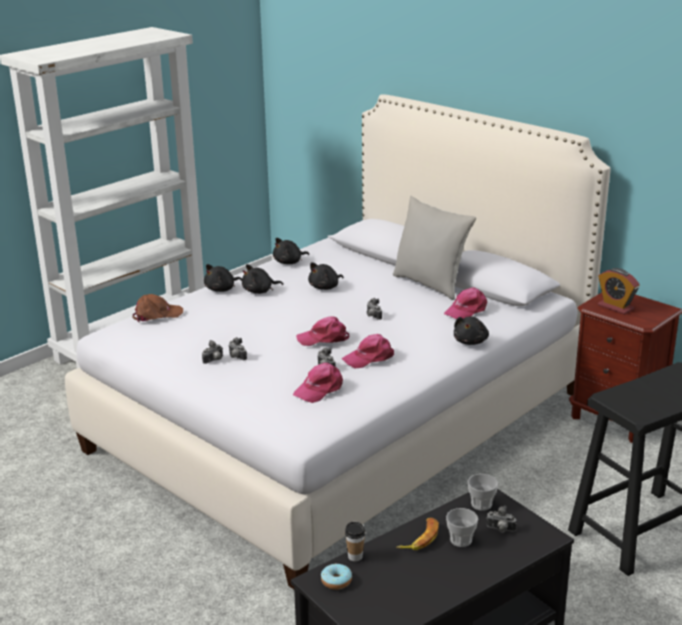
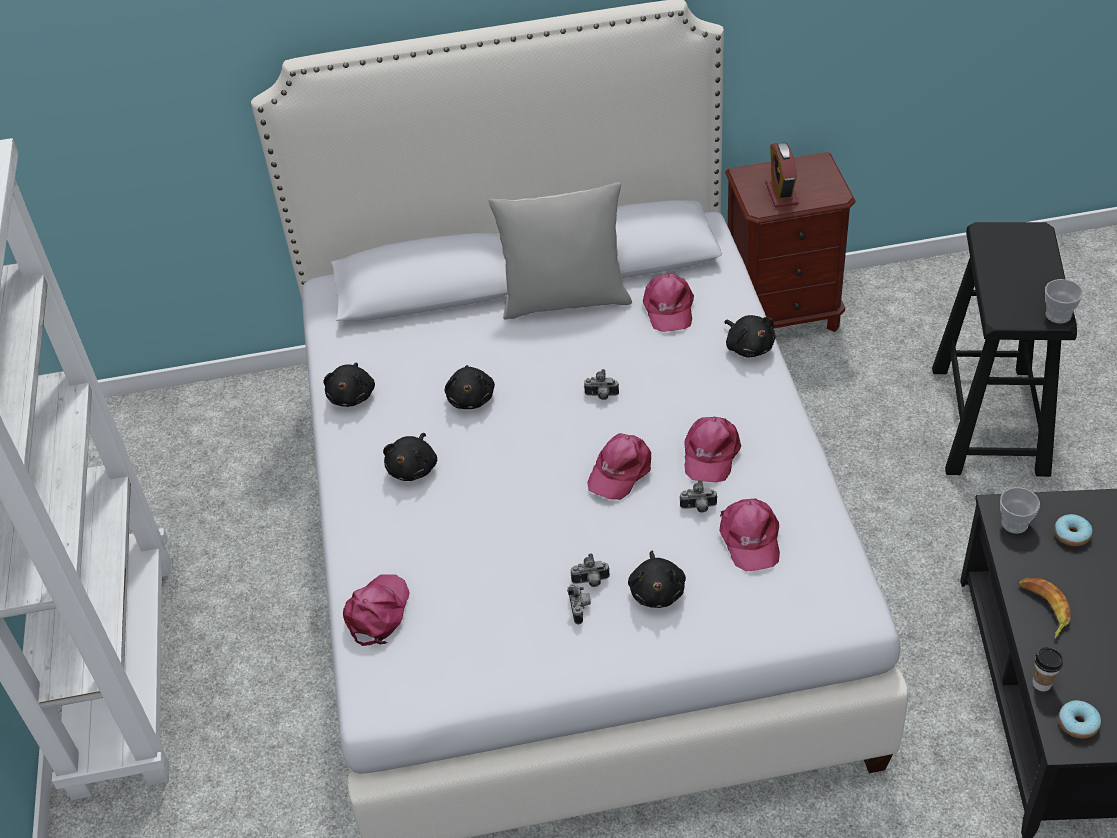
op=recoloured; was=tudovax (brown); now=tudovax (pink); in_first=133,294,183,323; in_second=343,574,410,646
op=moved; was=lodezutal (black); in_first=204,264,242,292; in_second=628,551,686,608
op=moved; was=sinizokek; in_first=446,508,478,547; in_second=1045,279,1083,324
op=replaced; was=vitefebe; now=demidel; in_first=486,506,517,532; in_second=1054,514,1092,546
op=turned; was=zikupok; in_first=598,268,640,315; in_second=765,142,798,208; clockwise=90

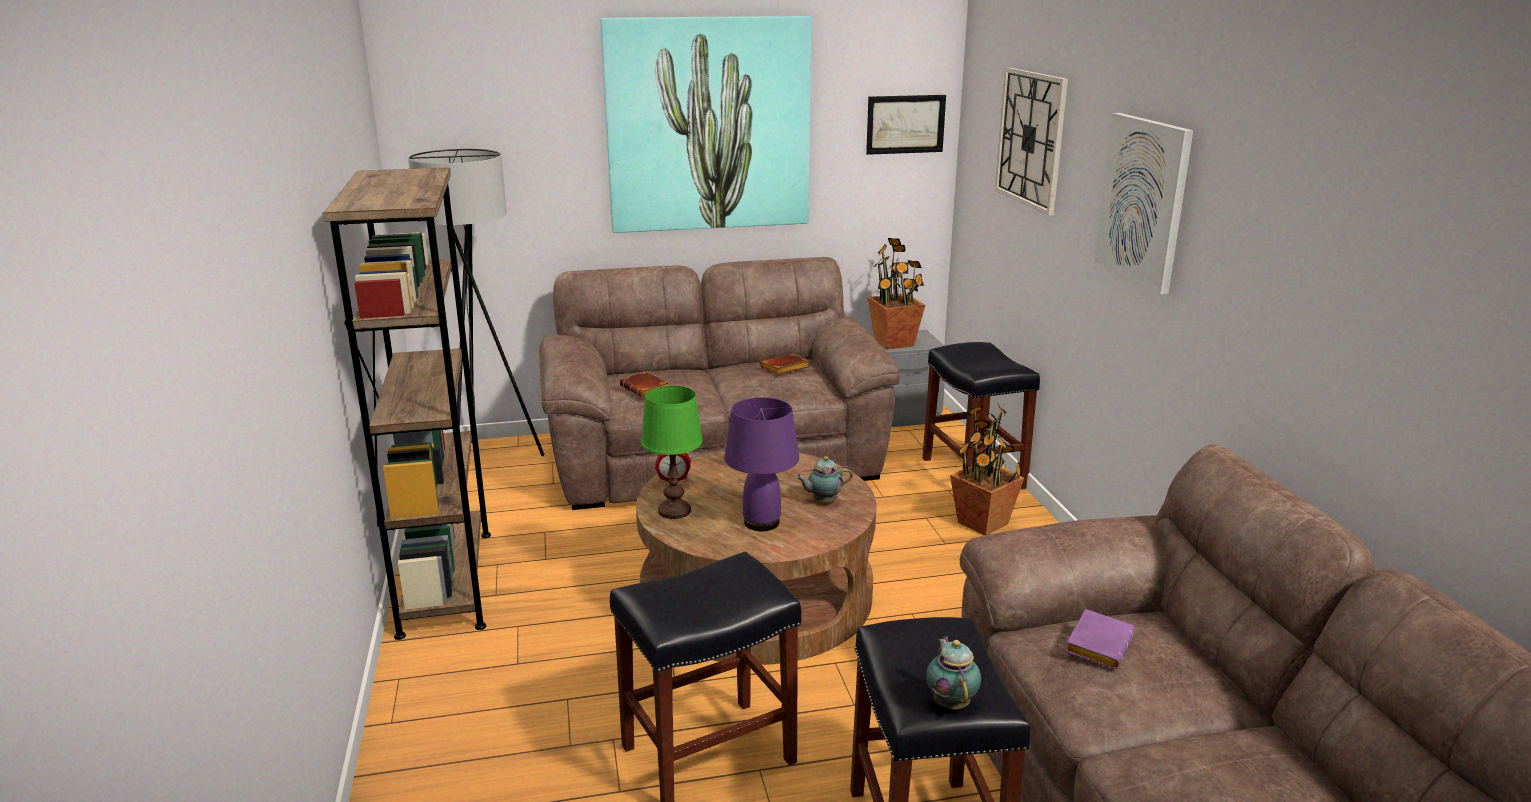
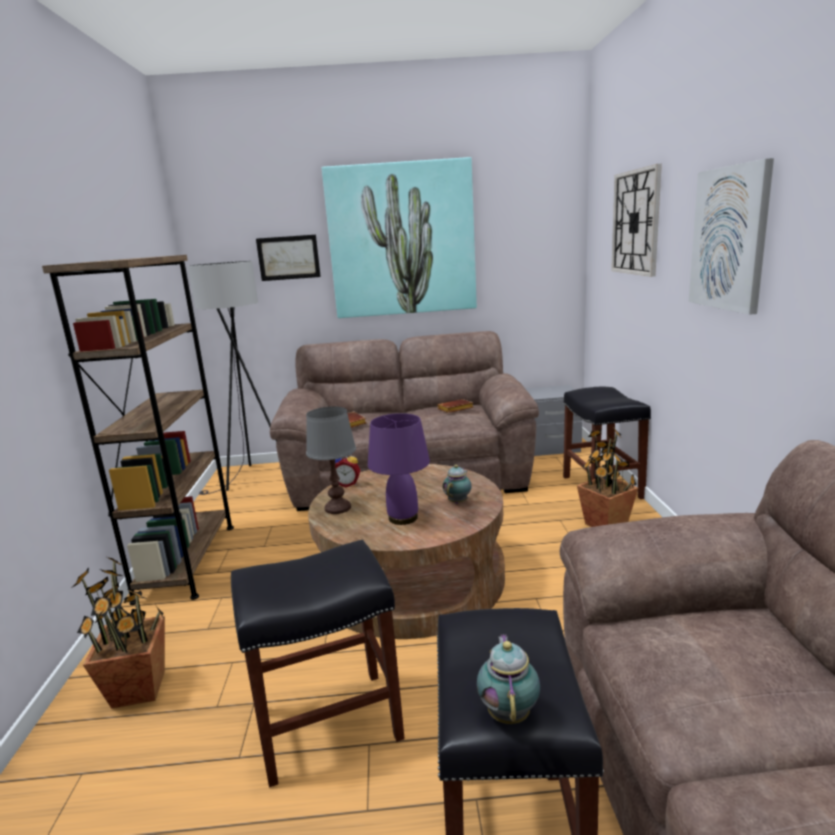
op=recoloured; was=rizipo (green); now=rizipo (grey); in_first=641,386,703,519; in_second=306,406,356,514
op=turned; was=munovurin; in_first=796,456,853,502; in_second=443,465,472,504; clockwise=120
op=moved; was=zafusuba; in_first=866,95,946,155; in_second=256,235,321,281
op=moved; was=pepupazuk; in_first=868,238,925,349; in_second=73,557,166,709
op=removed; was=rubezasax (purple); in_first=1065,609,1135,669

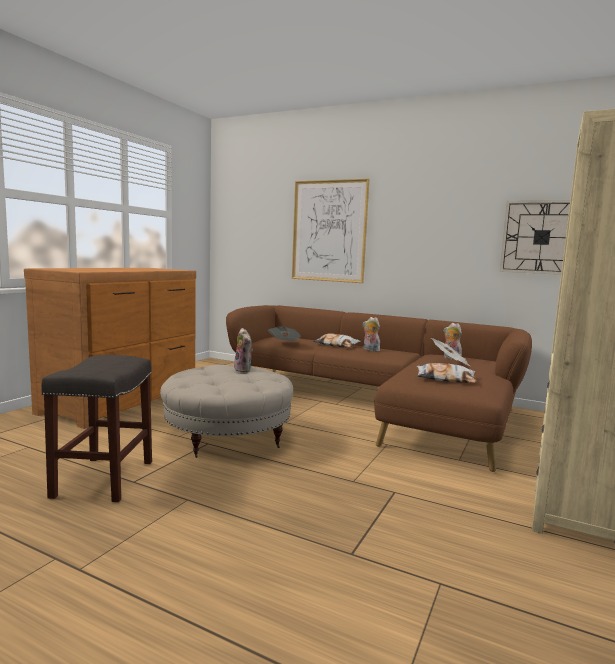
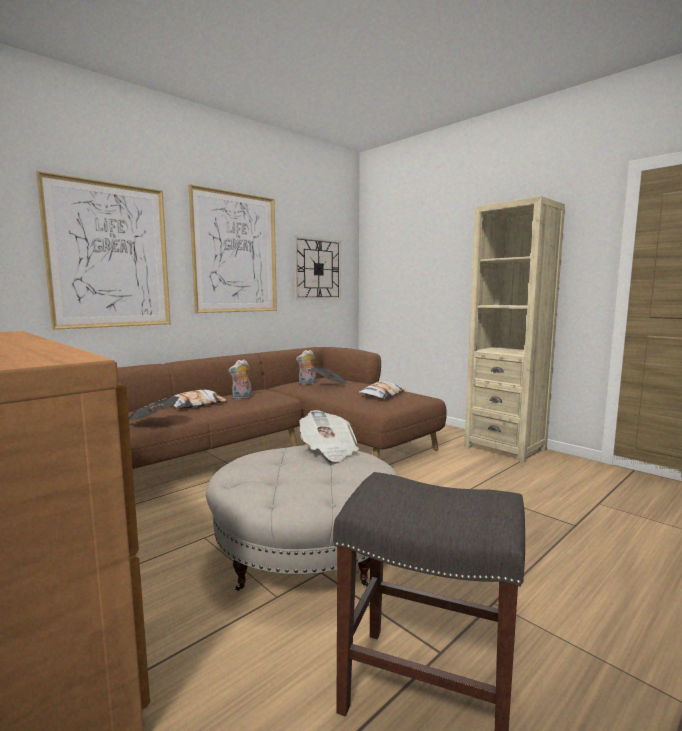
op=removed; was=lodezutal; in_first=234,328,253,372
op=added; now=zafusuba; in_second=189,184,277,313
op=added; now=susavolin; in_second=299,410,359,462

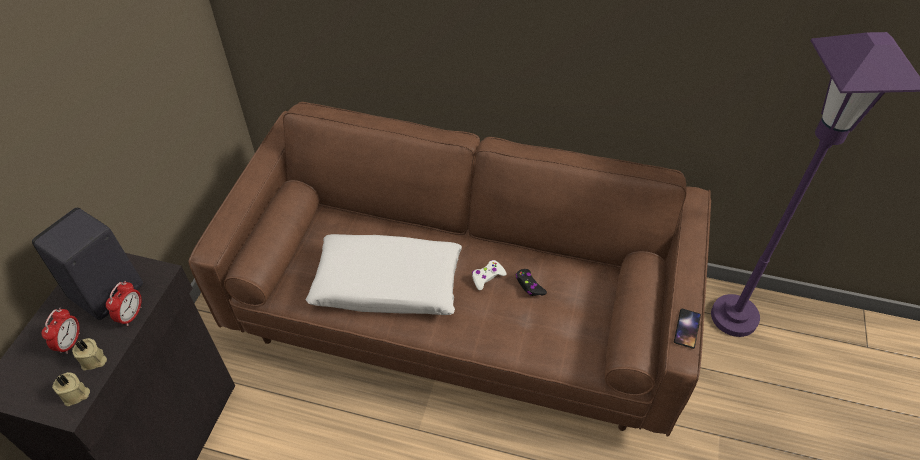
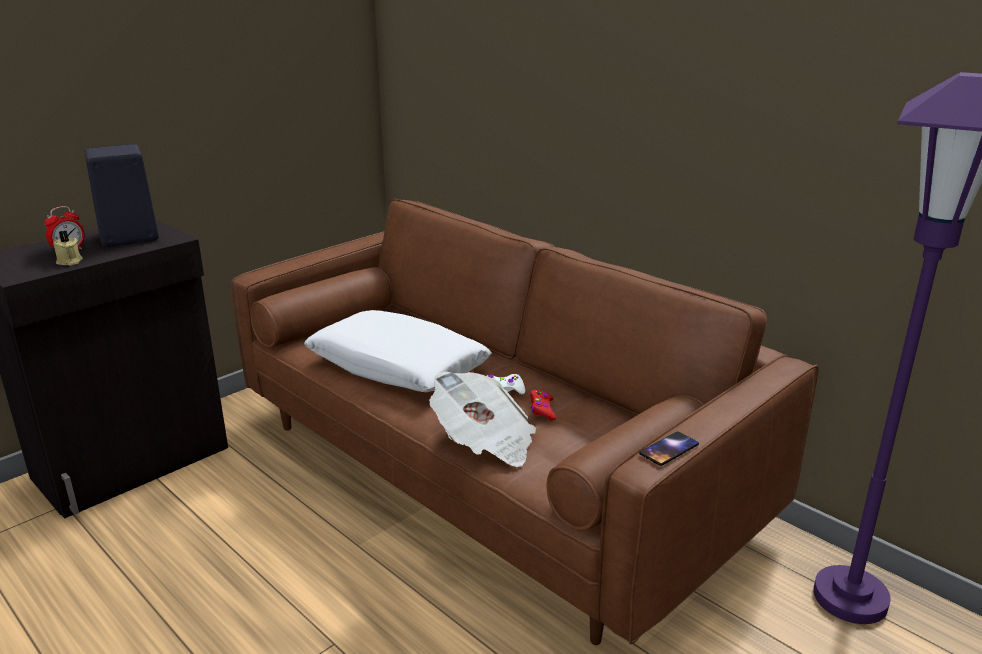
op=removed; was=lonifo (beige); in_first=52,372,90,406
op=removed; was=zikupok; in_first=106,281,142,326
op=recoloured; was=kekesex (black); now=kekesex (red); in_first=516,269,547,296; in_second=530,390,556,421
op=added; now=susavolin; in_second=429,371,536,467

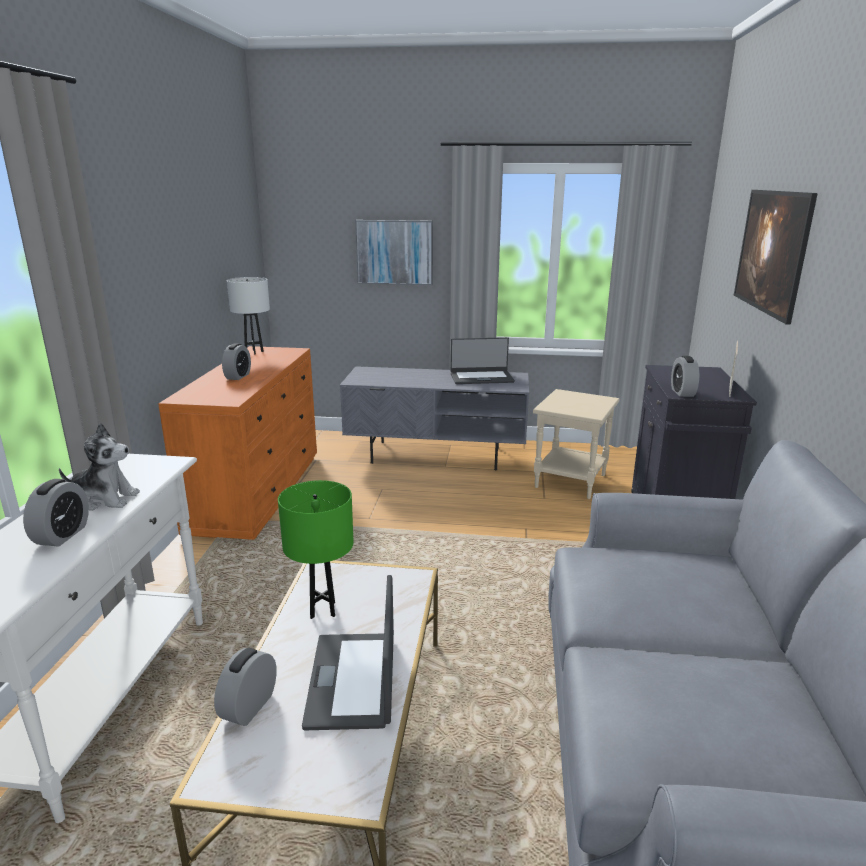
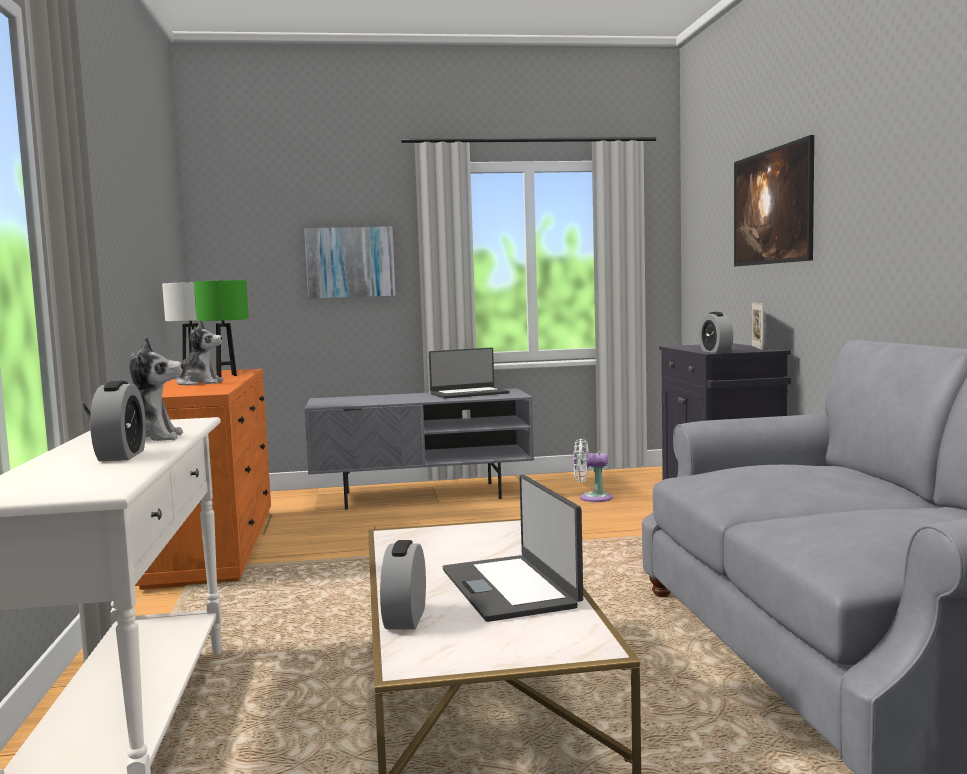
op=replaced; was=zikupok; now=lodezutal; in_first=222,343,251,380; in_second=175,320,223,385
op=moved; was=rizipo (green); in_first=278,480,354,619; in_second=194,280,249,377
op=replaced; was=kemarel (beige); now=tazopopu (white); in_first=533,389,619,499; in_second=573,439,613,502

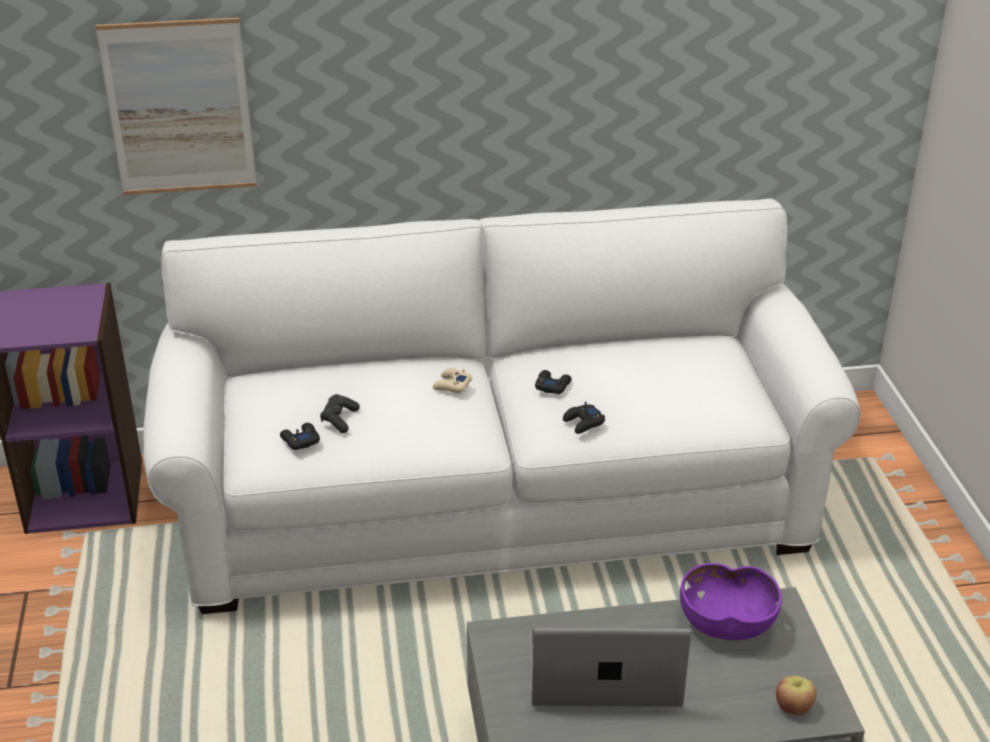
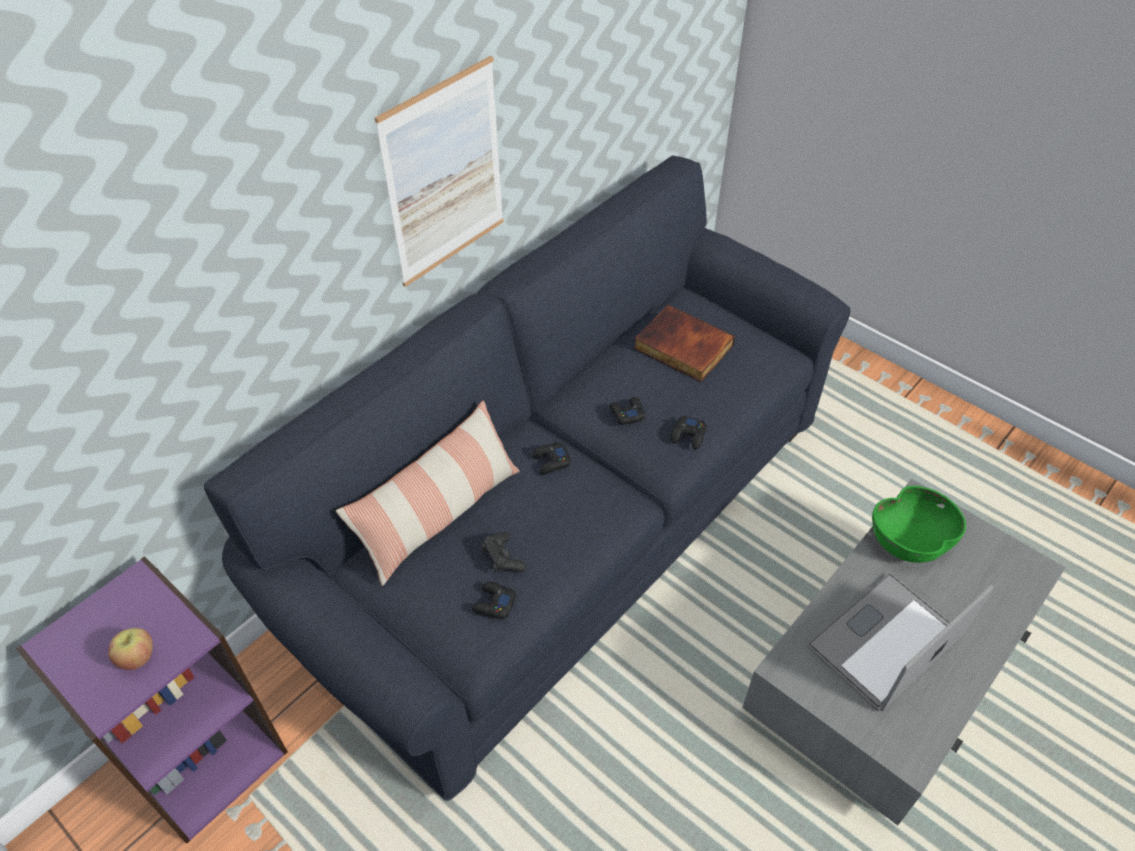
op=moved; was=zafusuba; in_first=95,18,257,195; in_second=375,56,504,287
op=recoloured; was=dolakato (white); now=dolakato (blue); in_first=144,198,861,614; in_second=204,155,850,801
op=recoloured; was=kekesex (beige); now=kekesex (black); in_first=433,368,472,393; in_second=532,441,572,475
op=recoloured; was=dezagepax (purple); now=dezagepax (green); in_first=680,563,782,640; in_second=872,486,966,563
op=moved; was=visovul; in_first=776,676,817,715; in_second=108,628,153,670
op=added; now=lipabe; in_second=336,401,519,586
op=added; now=rubezasax; in_second=634,305,735,382

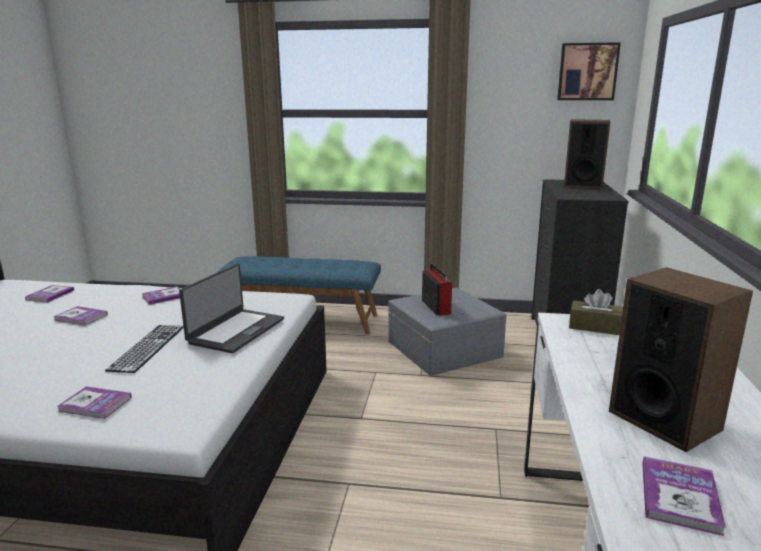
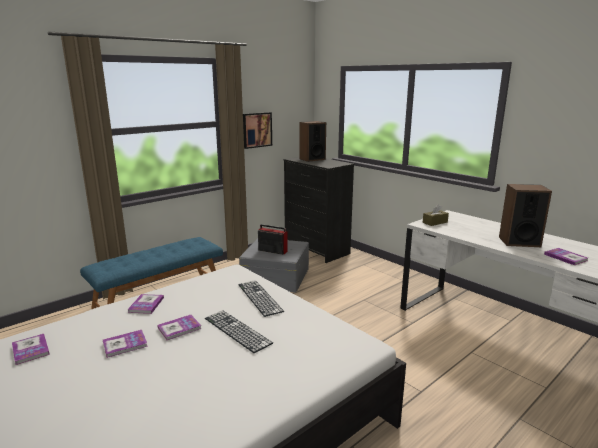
op=moved; was=rubezasax; in_first=56,387,132,419; in_second=157,315,202,340
op=replaced; was=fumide; now=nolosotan; in_first=179,264,284,353; in_second=238,280,284,317
op=moved; was=zafusuba; in_first=557,42,621,100; in_second=243,112,272,149

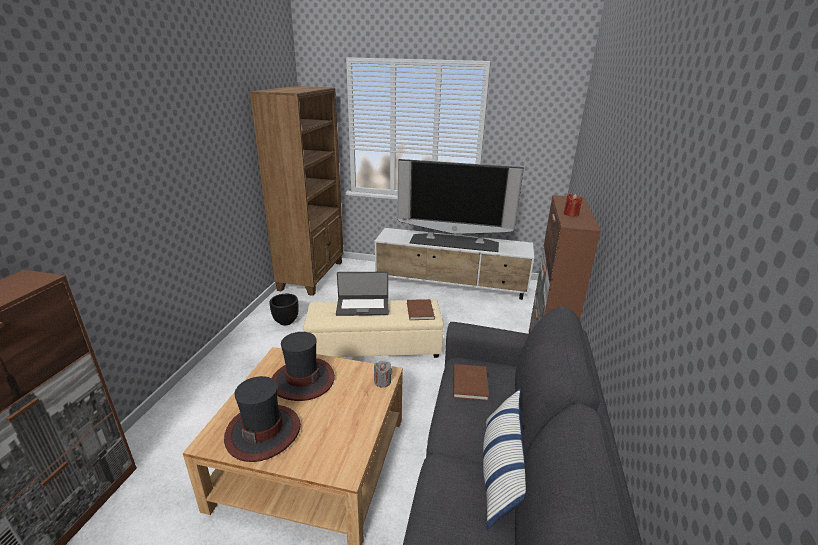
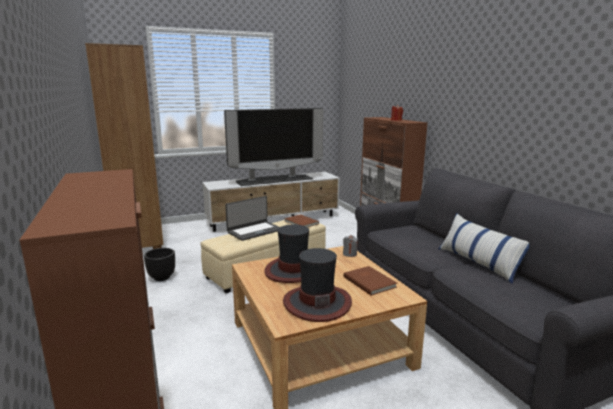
op=moved; was=rubezasax (brown); in_first=453,364,489,401; in_second=343,266,397,296

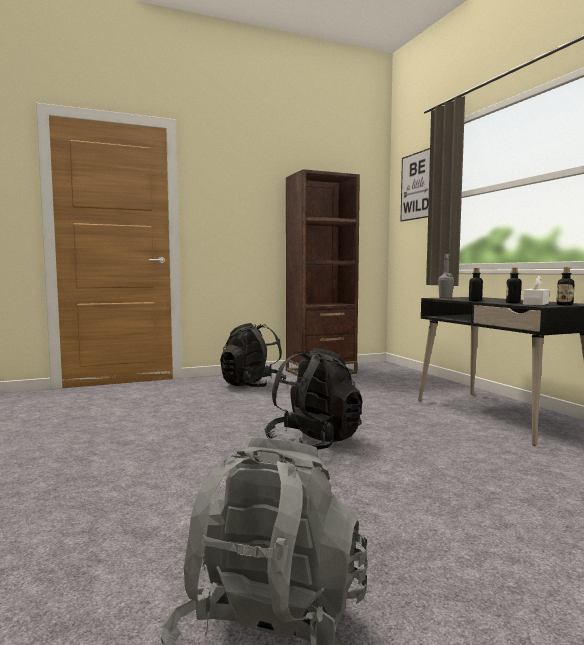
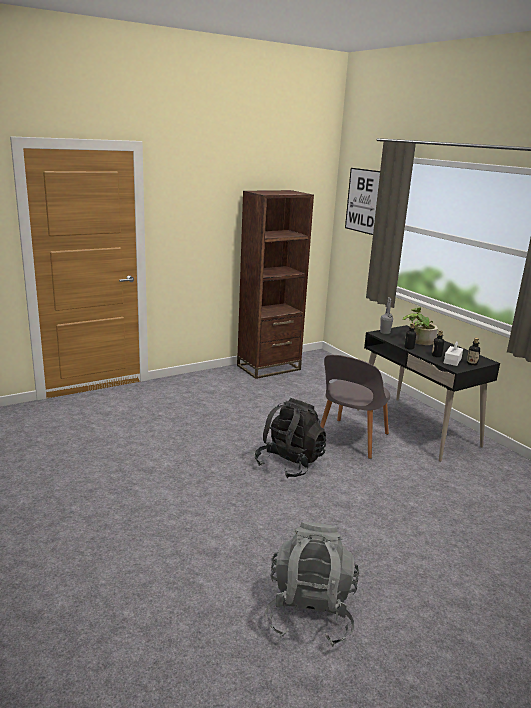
op=removed; was=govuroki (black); in_first=220,323,286,387
op=added; now=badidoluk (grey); in_second=320,355,390,459
op=added; now=pepupazuk; in_second=403,307,438,345

